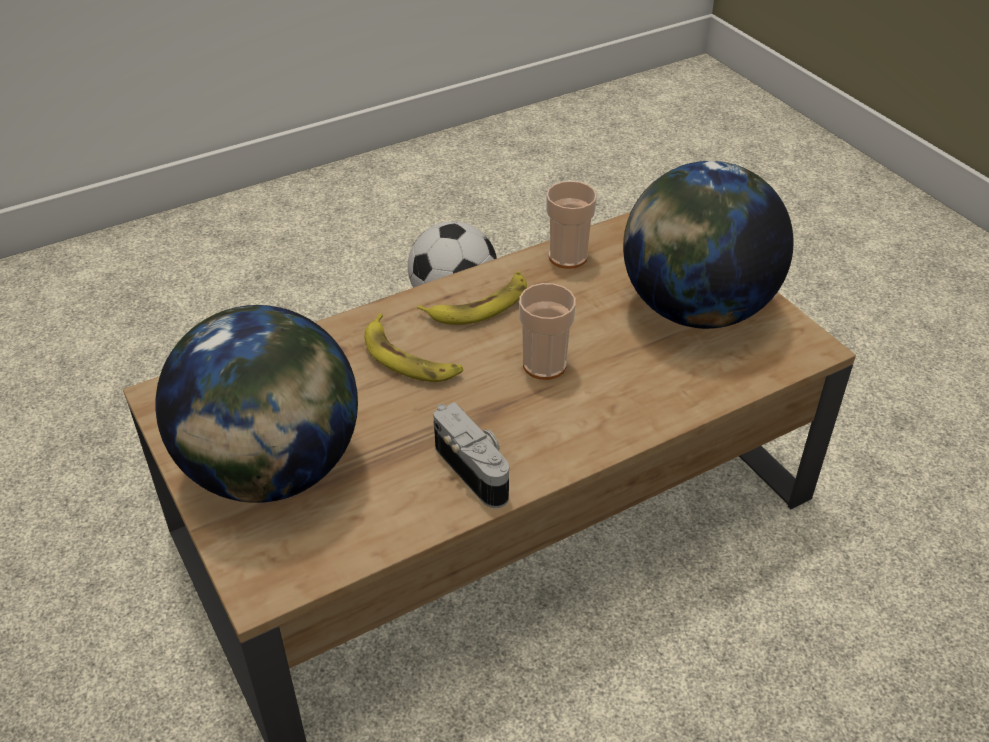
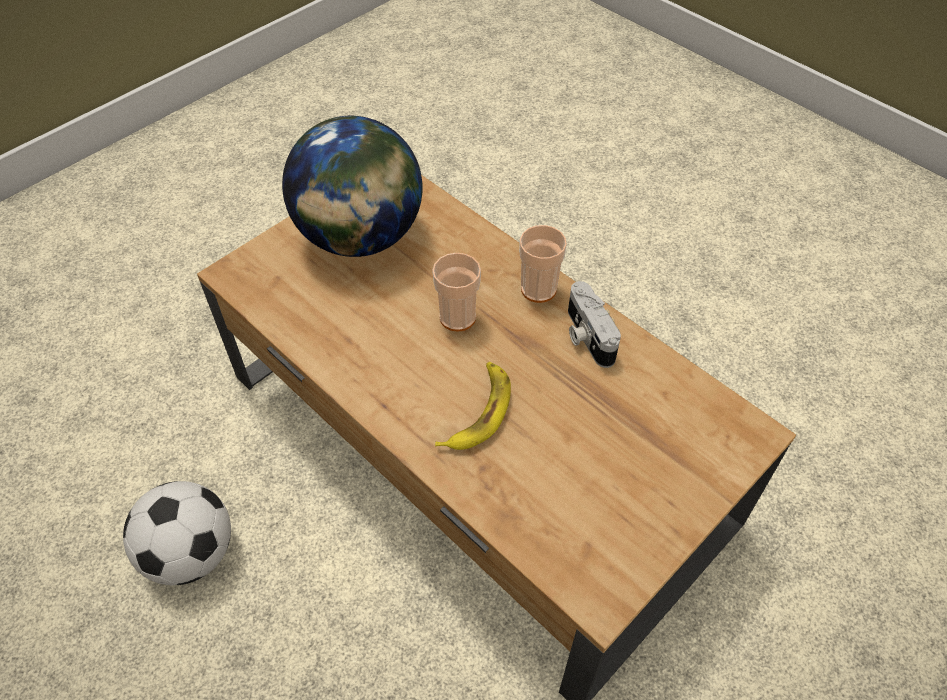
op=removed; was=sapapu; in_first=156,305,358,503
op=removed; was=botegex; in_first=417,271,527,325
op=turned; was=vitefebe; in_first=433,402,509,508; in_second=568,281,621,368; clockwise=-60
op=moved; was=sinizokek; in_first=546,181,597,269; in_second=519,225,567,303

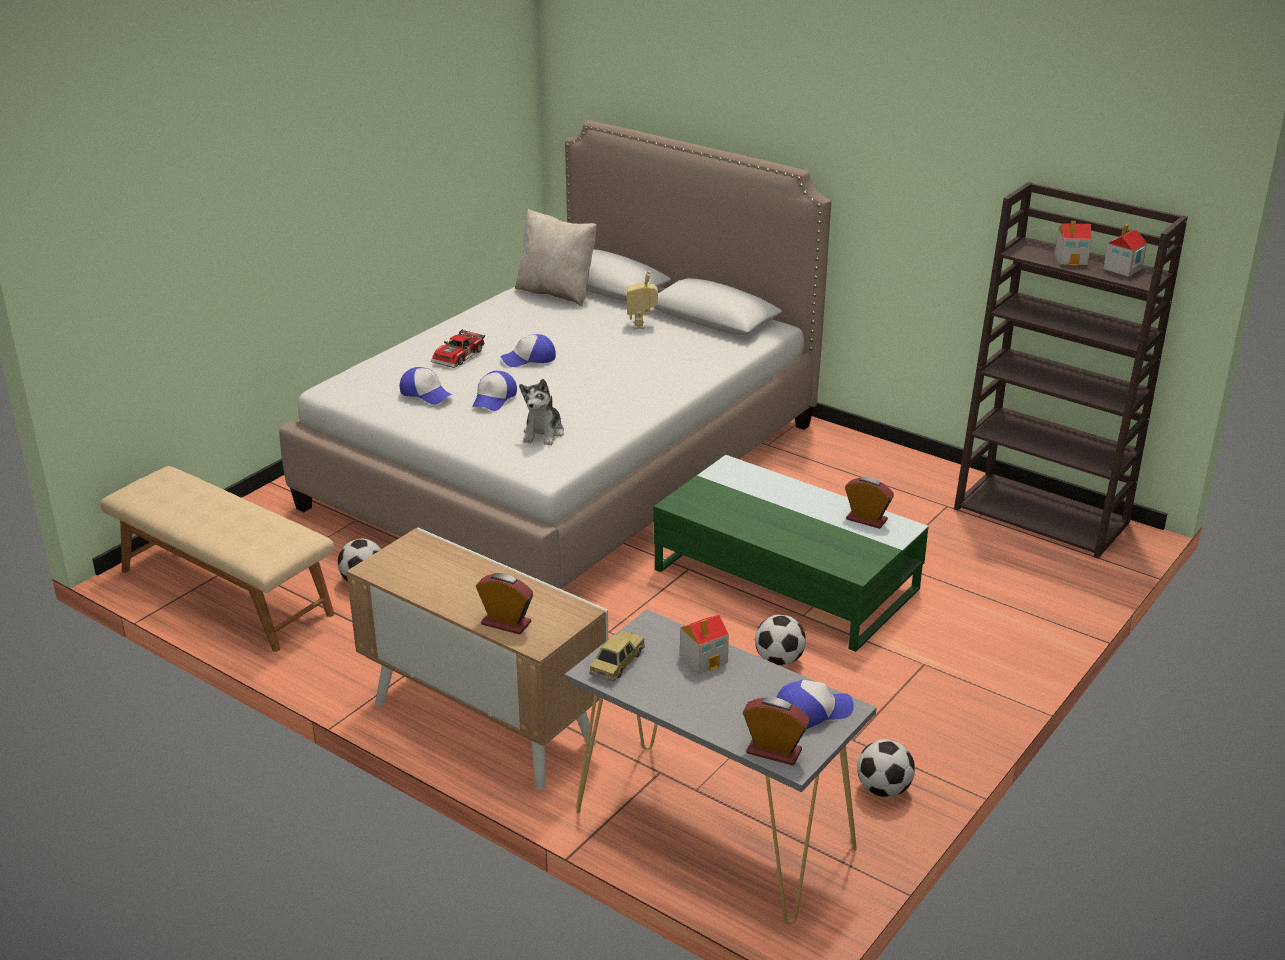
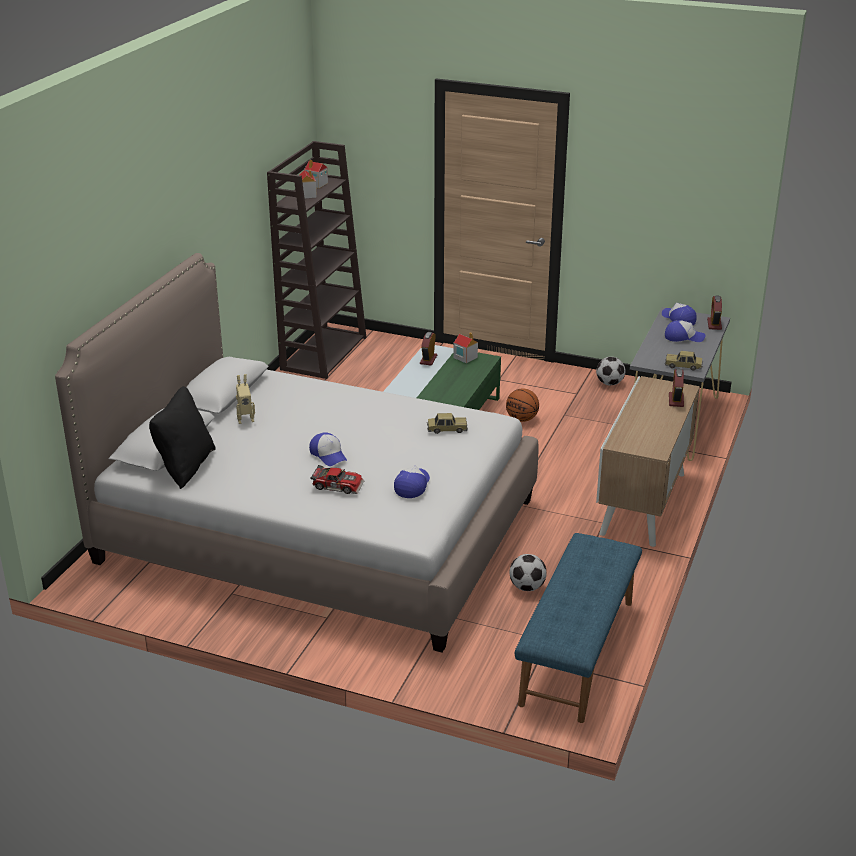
op=recoloured; was=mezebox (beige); now=mezebox (blue); in_first=100,466,334,652; in_second=515,533,642,723
op=moved; was=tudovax; in_first=472,371,517,411; in_second=665,320,705,342
op=recoloured; was=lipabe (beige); now=lipabe (black); in_first=515,209,597,306; in_second=149,386,216,489
op=replaced; was=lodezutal; now=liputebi; in_first=519,379,564,445; in_second=427,413,468,434
op=moved; was=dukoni; in_first=680,615,729,674; in_second=453,332,478,363
op=replaced; was=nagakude; now=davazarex; in_first=755,615,806,666; in_second=506,389,539,422

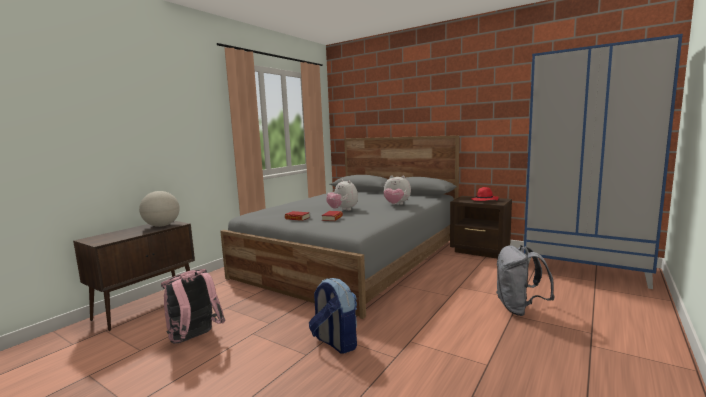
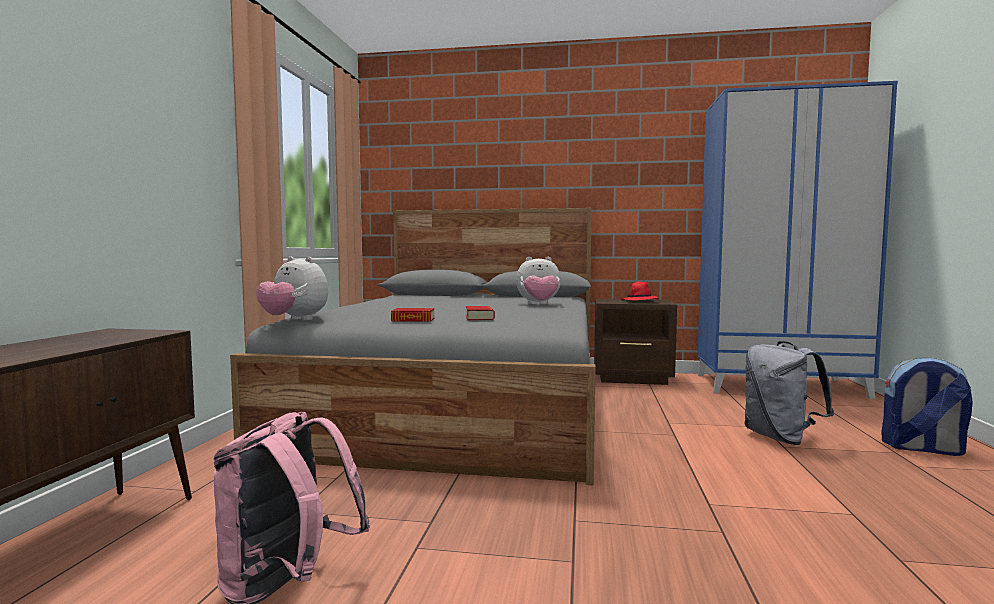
op=removed; was=sapapu; in_first=139,191,180,227
op=moved; was=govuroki; in_first=309,278,357,354; in_second=881,357,973,456
op=moved; was=lodezutal; in_first=326,180,358,211; in_second=256,257,328,321

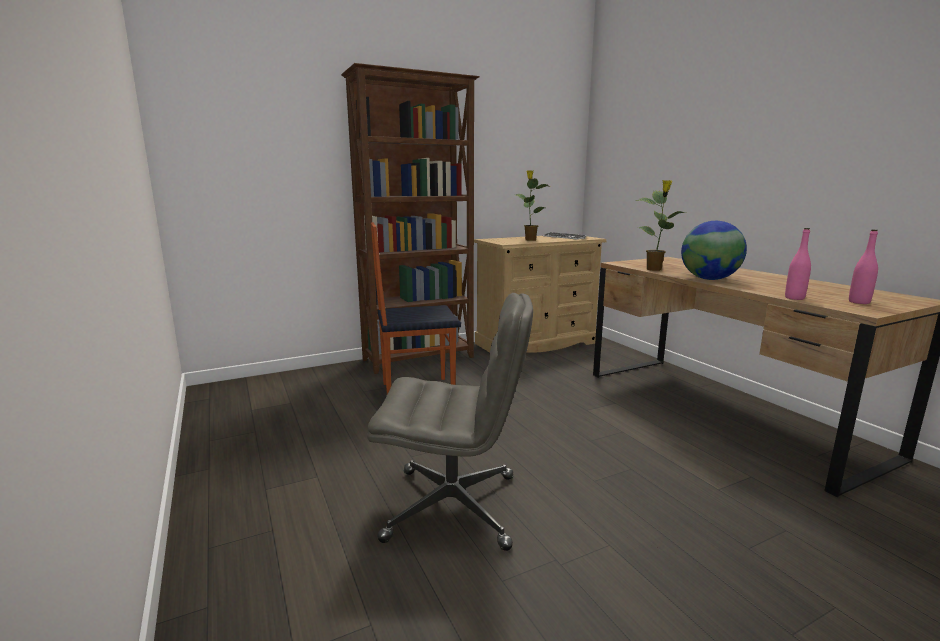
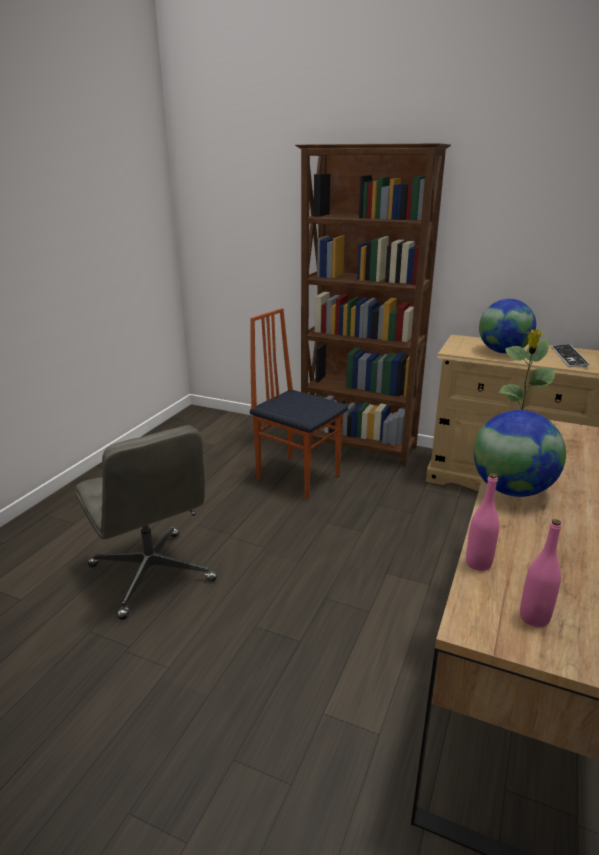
op=replaced; was=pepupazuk; now=sapapu; in_first=516,170,551,241; in_second=479,299,536,353

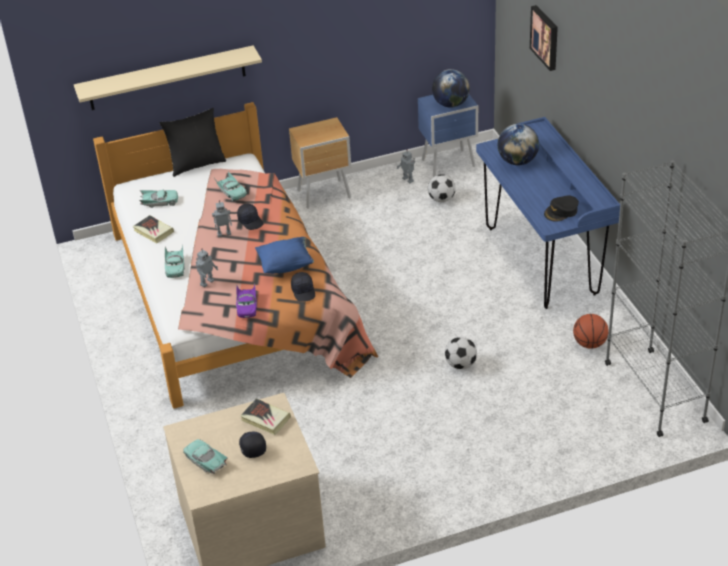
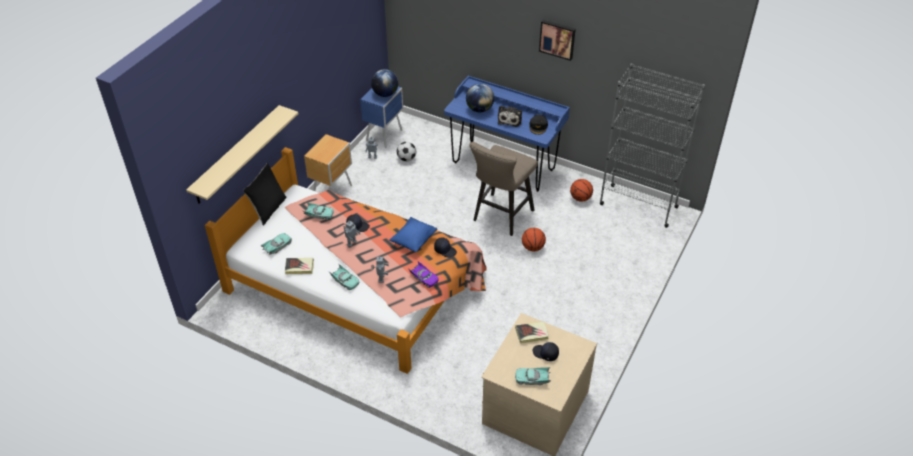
op=replaced; was=nagakude; now=davazarex; in_first=445,337,477,369; in_second=522,228,546,251
op=moved; was=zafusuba; in_first=530,5,558,71; in_second=539,20,576,61
op=added; now=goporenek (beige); in_second=469,142,538,236
op=added; now=lodezutal; in_second=498,106,522,127

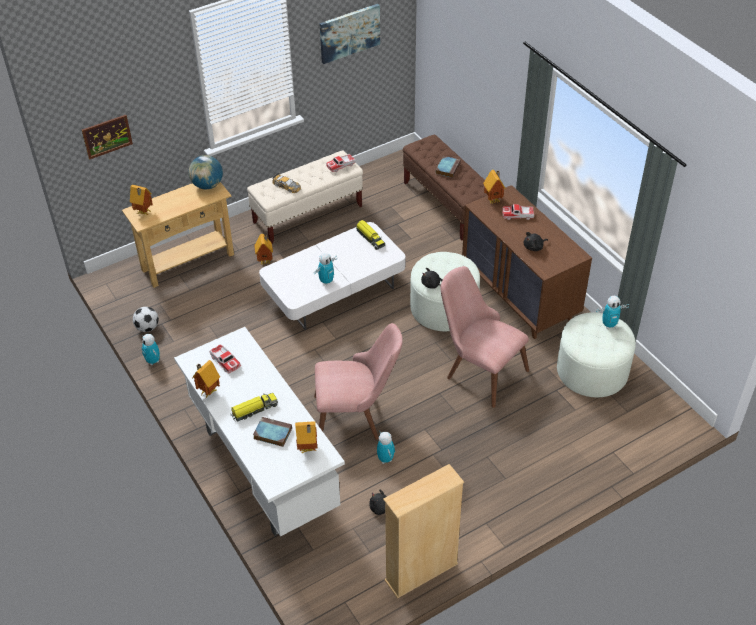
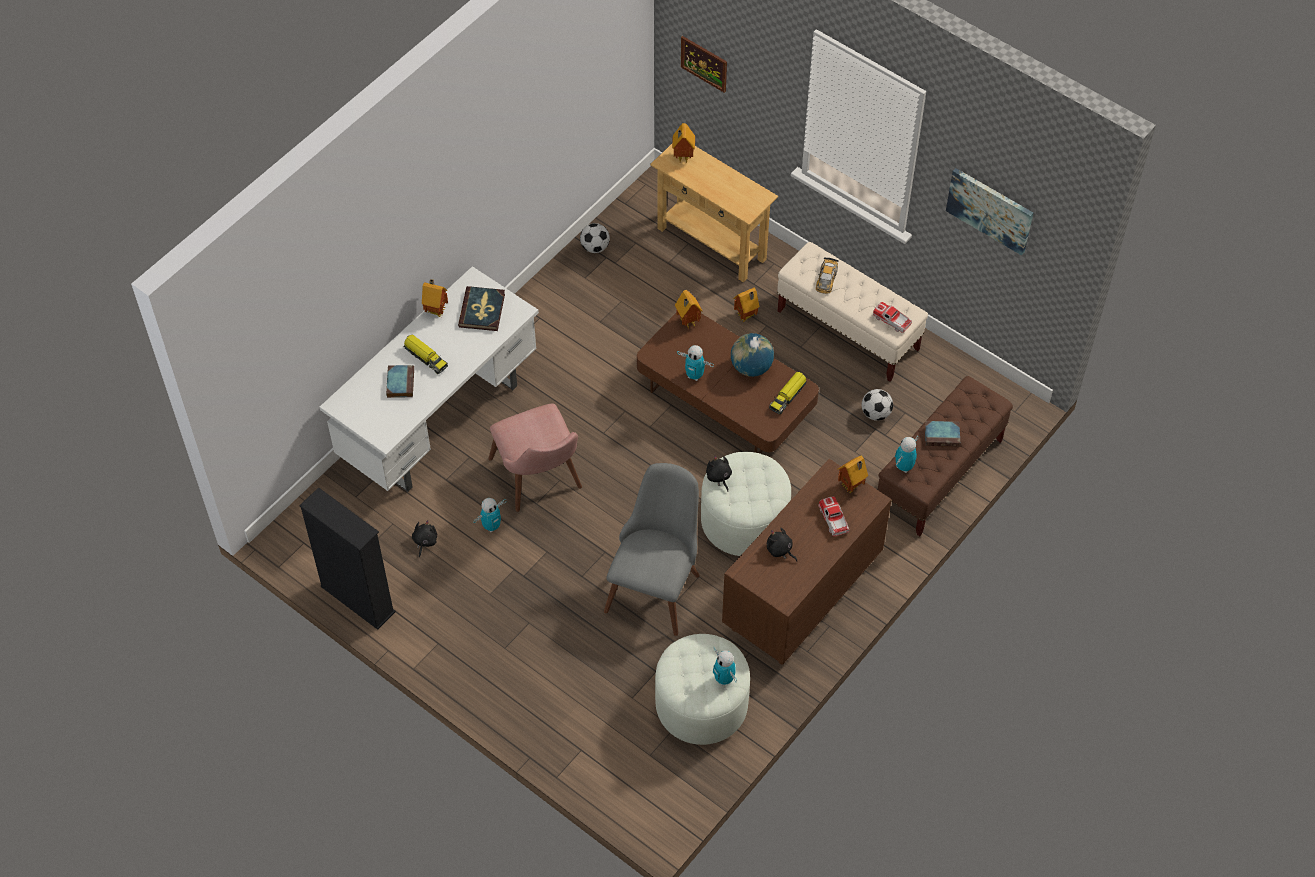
op=moved; was=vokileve; in_first=142,334,160,365; in_second=895,436,918,473
op=moved; was=sapapu; in_first=189,155,223,189; in_second=731,333,774,377
op=replaced; was=liputebi; now=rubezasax; in_first=210,344,241,374; in_second=458,286,505,331
op=recoloured; was=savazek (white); now=savazek (brown); in_first=259,222,405,330; in_second=637,312,819,454
op=moved; was=dukoni; in_first=295,421,317,453; in_second=675,290,703,329
op=recoloured; was=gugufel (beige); now=gugufel (black); in_first=383,464,464,599; in_second=299,487,396,630
op=recoloured; was=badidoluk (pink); now=badidoluk (grey); in_first=440,266,529,408; in_second=604,463,700,636
op=added; now=nagakude; in_second=862,389,893,421

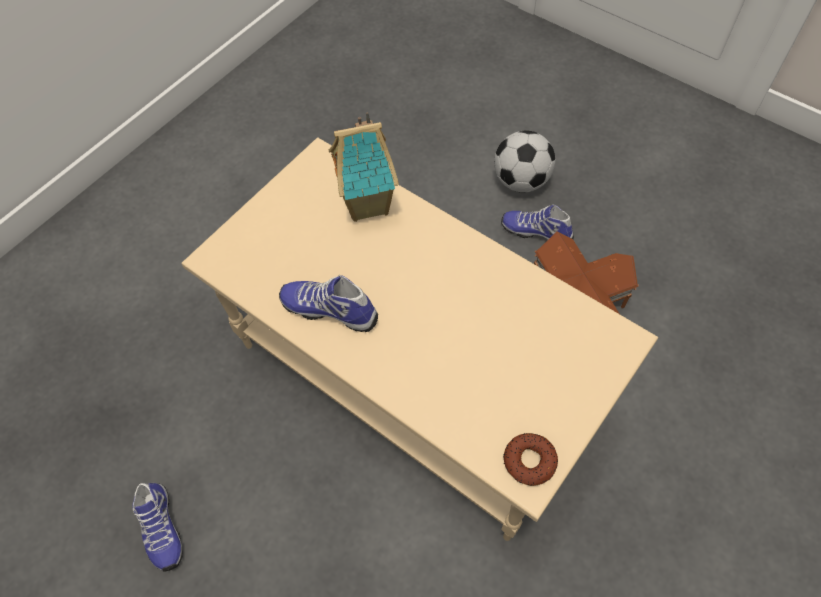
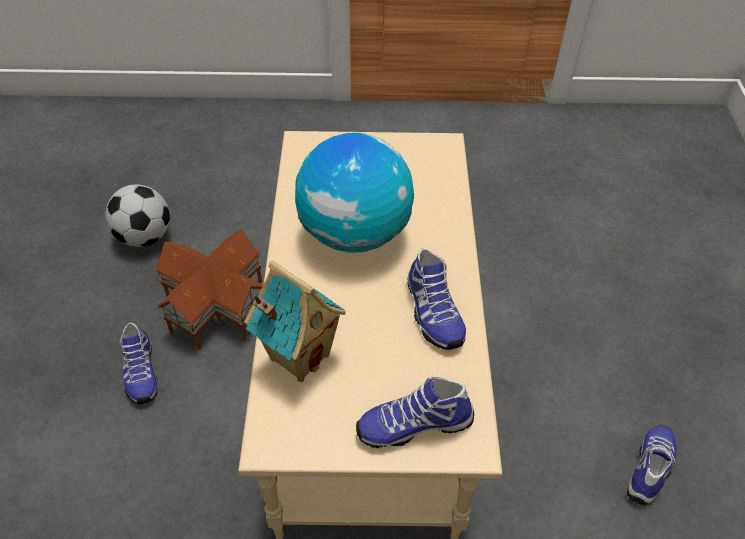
op=moved; was=nagakude; in_first=494,131,555,193; in_second=105,184,170,247
op=removed; was=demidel; in_first=503,433,558,486
op=added; now=sapapu; in_second=295,133,414,253
op=added; now=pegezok; in_second=356,377,474,448

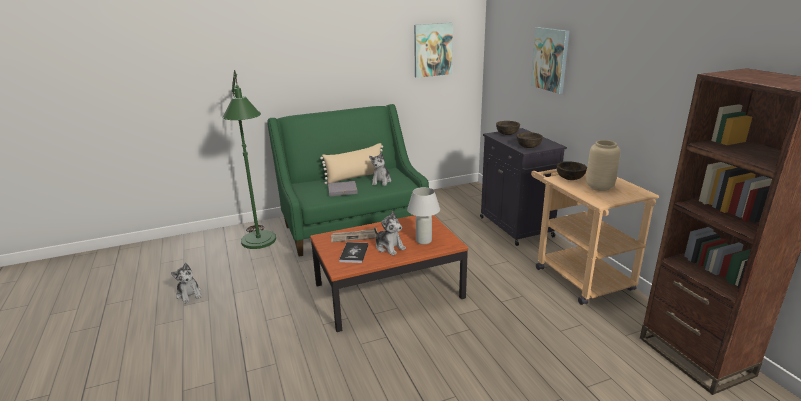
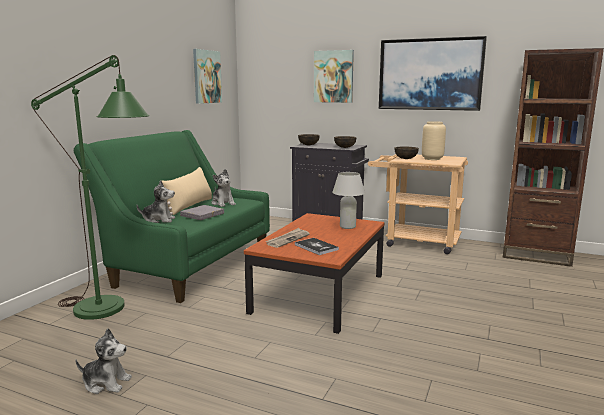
op=moved; was=lodezutal; in_first=374,211,406,256; in_second=137,180,175,223
op=added; now=zafusuba; in_second=379,36,487,111

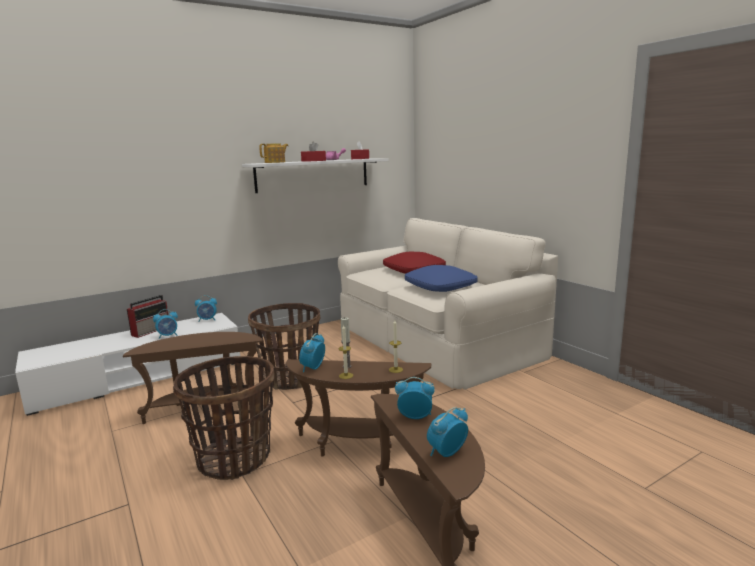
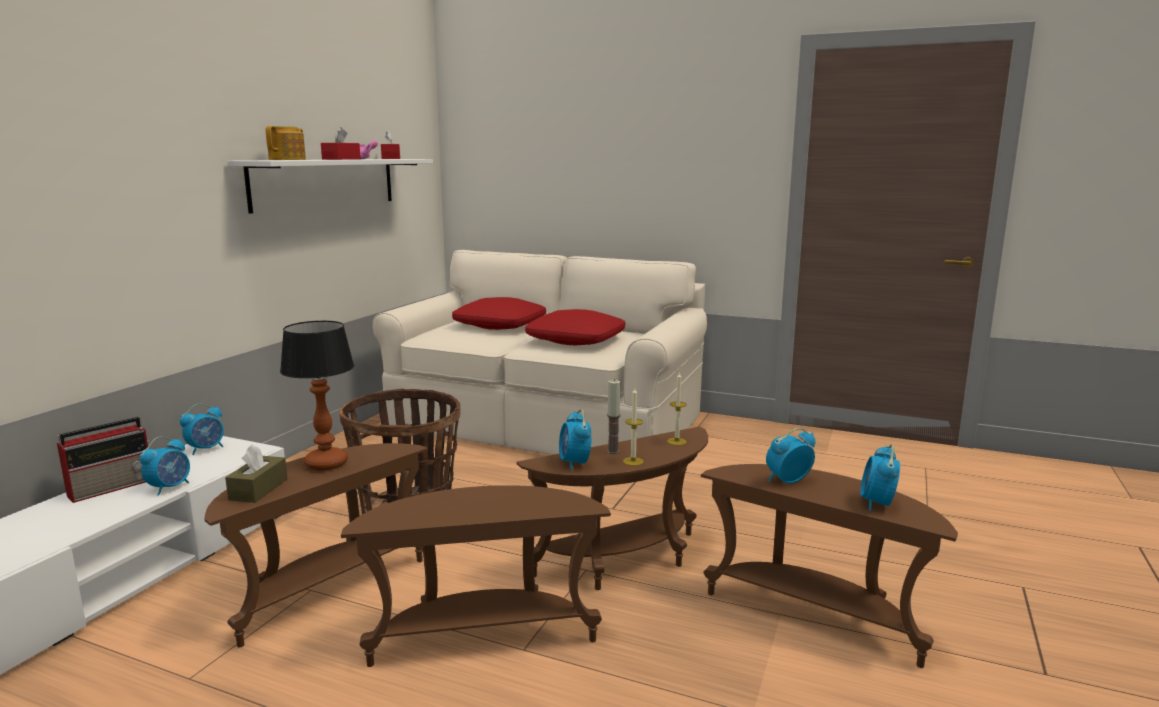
op=turned; was=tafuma; in_first=127,295,168,338; in_second=57,417,149,503; clockwise=45
op=replaced; was=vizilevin; now=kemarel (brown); in_first=173,356,274,480; in_second=341,485,611,667
op=recoloured; was=lipabe (blue); now=lipabe (red); in_first=405,265,478,292; in_second=525,309,625,345
op=added; now=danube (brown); in_second=225,444,287,503
op=added; now=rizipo; in_second=280,321,354,471

